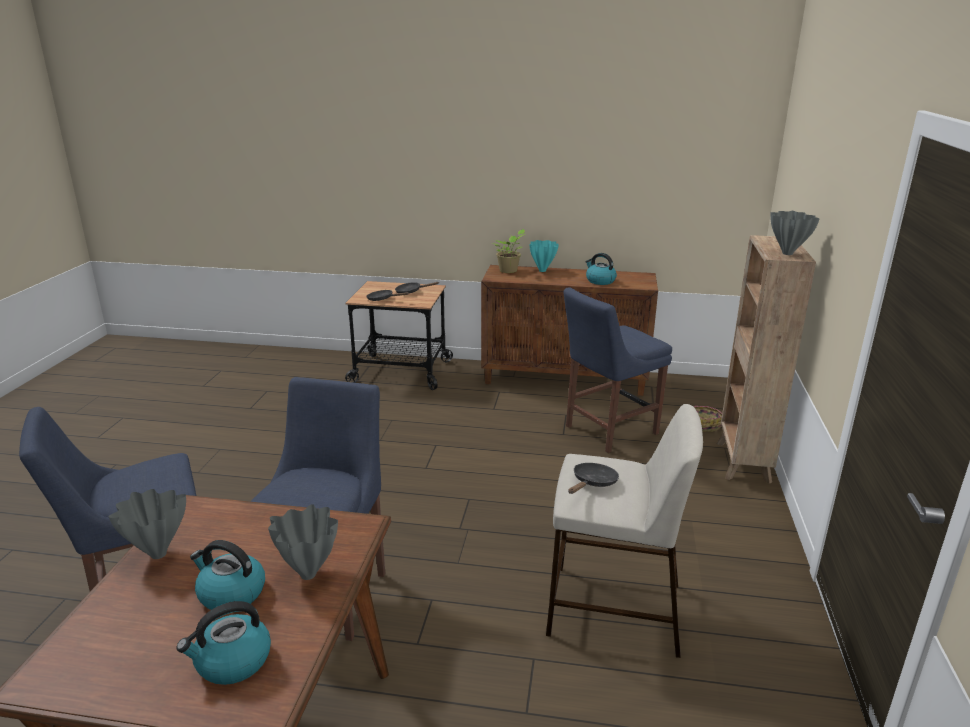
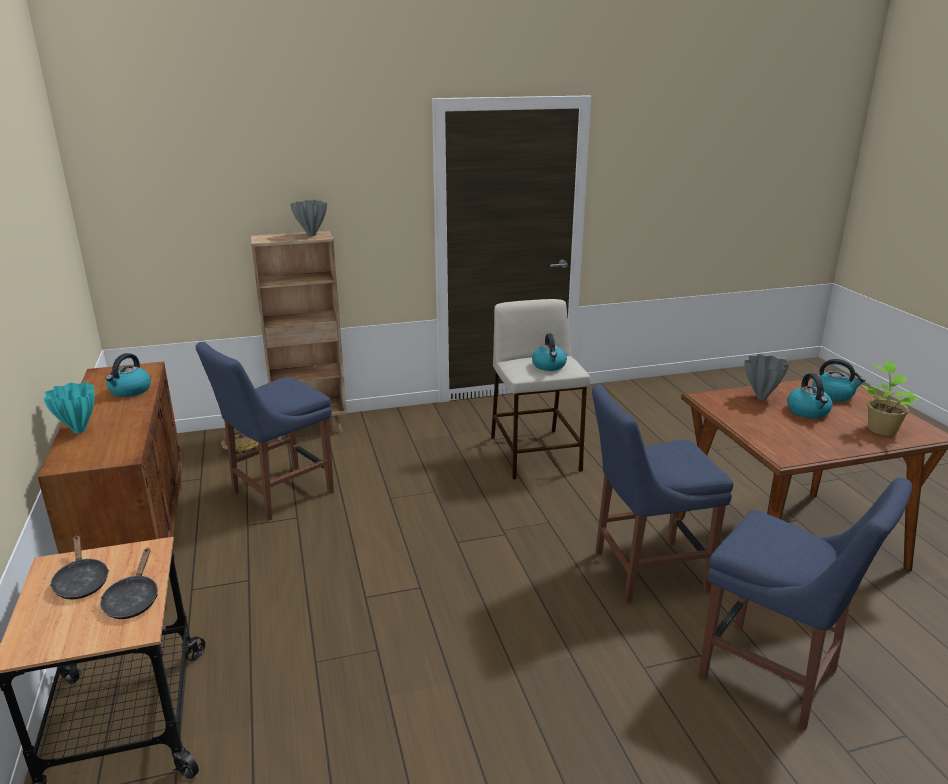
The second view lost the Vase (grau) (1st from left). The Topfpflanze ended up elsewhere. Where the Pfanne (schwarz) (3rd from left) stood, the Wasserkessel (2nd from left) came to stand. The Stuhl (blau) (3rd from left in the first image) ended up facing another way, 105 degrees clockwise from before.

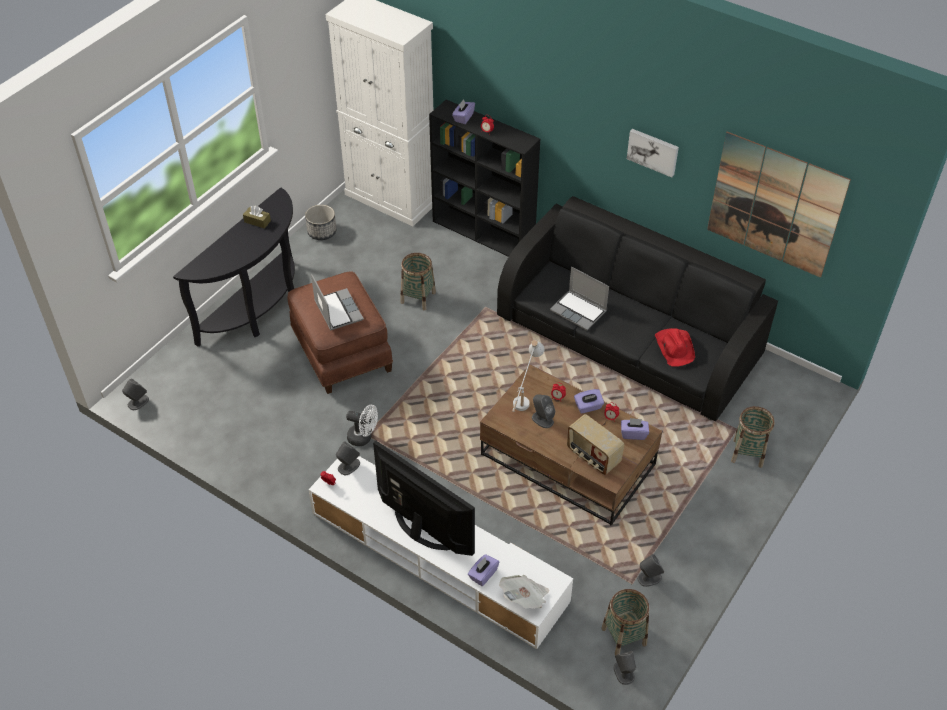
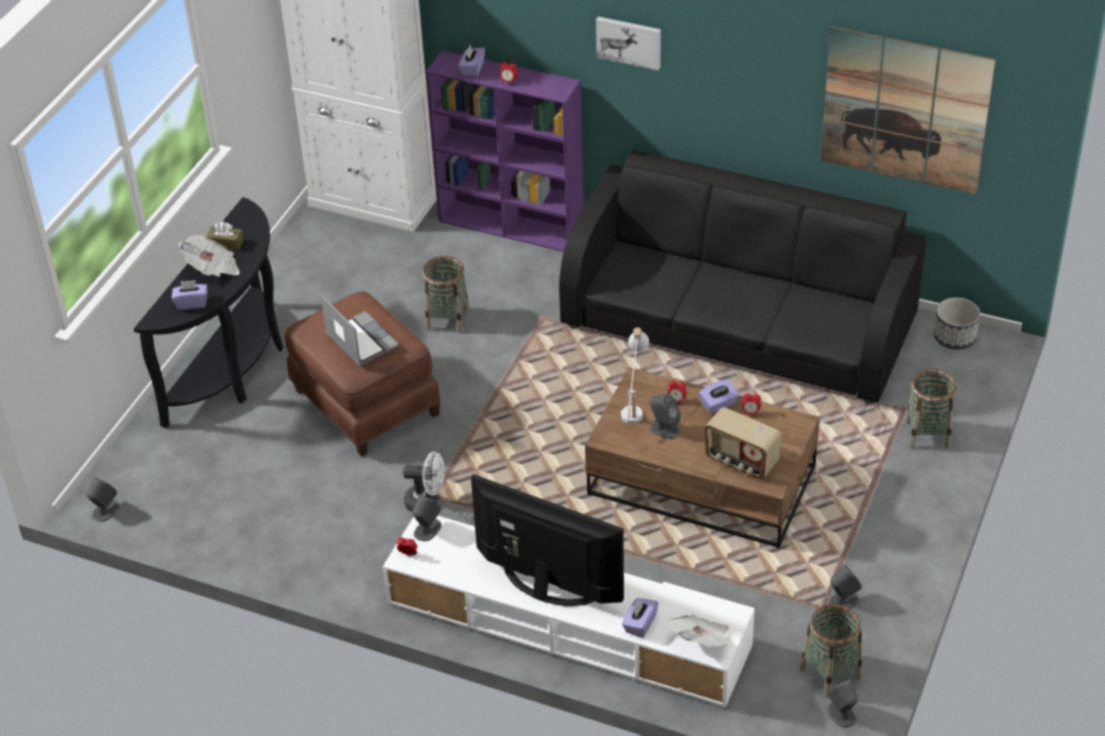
The second view lost the Laptop (2nd from left). The second view lost the Hut (rot). The second view gained the Zeitung (1st from left). The Pflanzkübel ended up elsewhere. The Taschentuchbox (lila) (4th from left in the first image) ended up elsewhere. The Bild (1st from left) ended up elsewhere. What was the Bücherregal (schwarz) turned into the Bücherregal (lila).

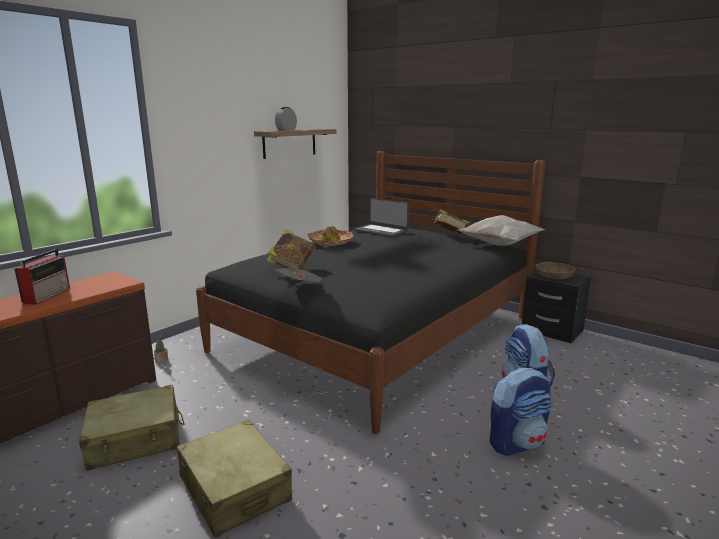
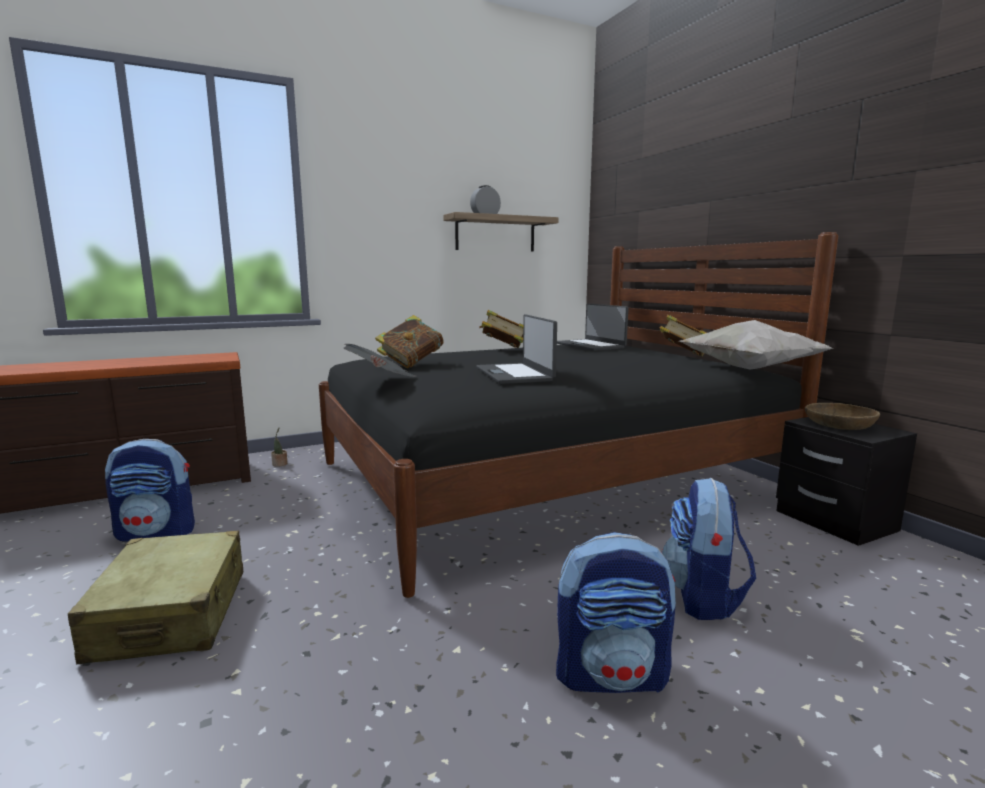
The second view lost the Radio. The second view gained the Laptop (1st from left). Where the Koffer (beige) (1st from left) stood, the Rucksack (1st from left) came to stand. Where the Hut stood, the Buch (2nd from left) came to stand.

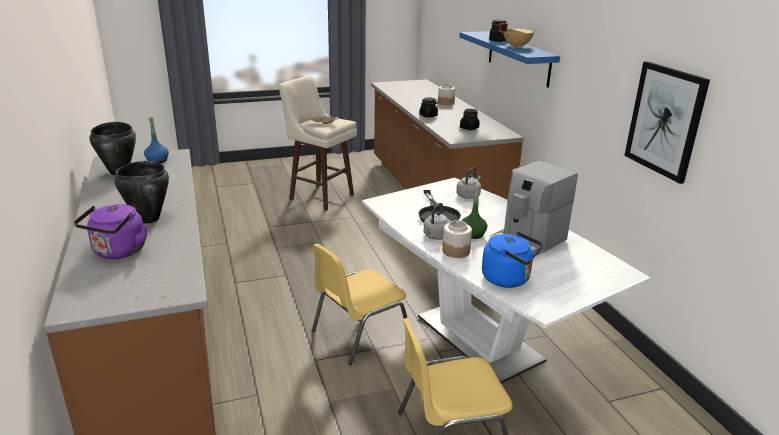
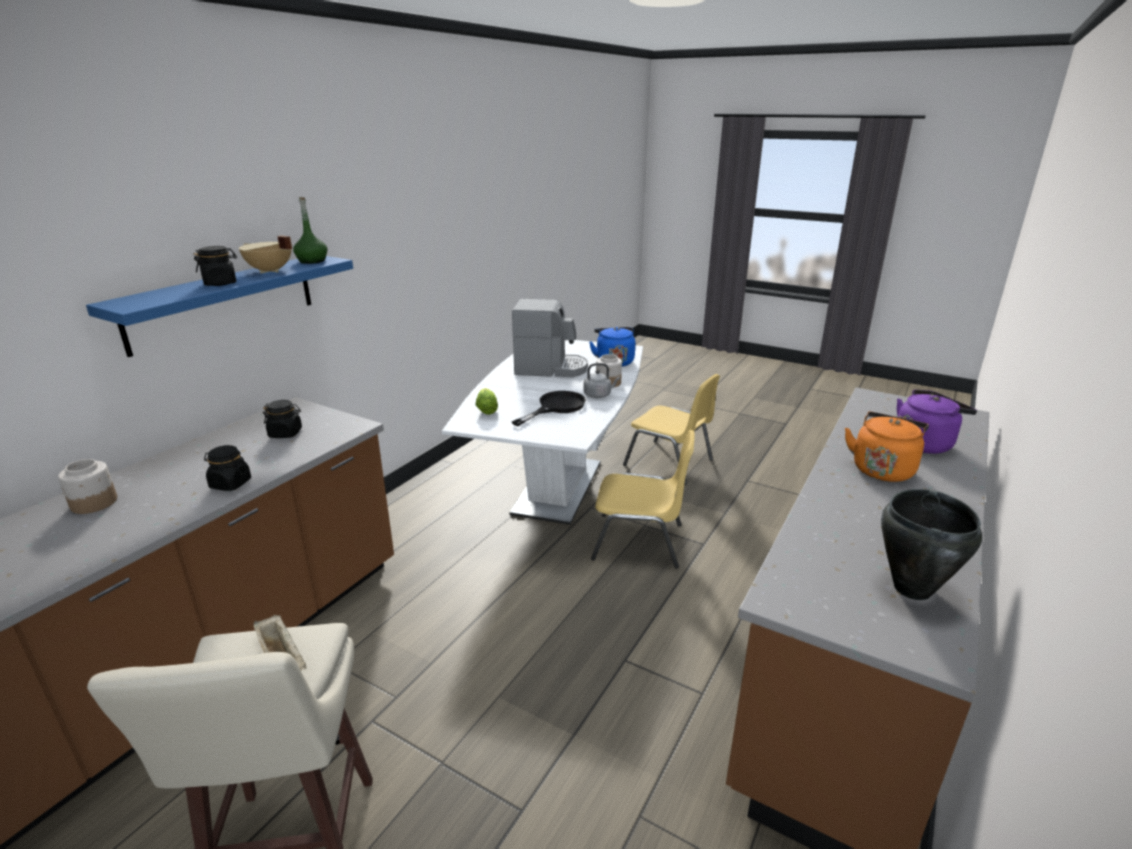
The second view lost the Flasche (blau). The second view lost the Bild. The Flasche (grün) ended up elsewhere. Where the Kochtopf (schwarz) (2nd from left) stood, the Wasserkessel (orange) came to stand. Where the Wasserkessel (grau) (2nd from left) stood, the Salatkopf came to stand.

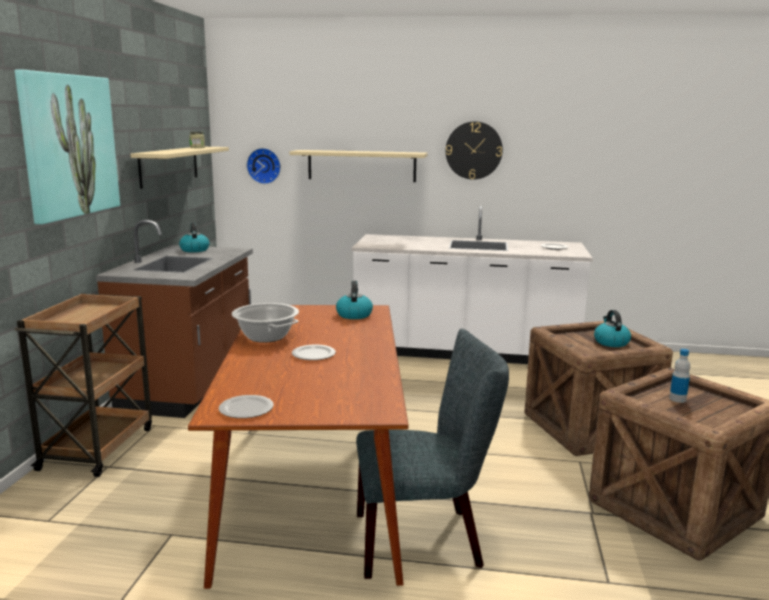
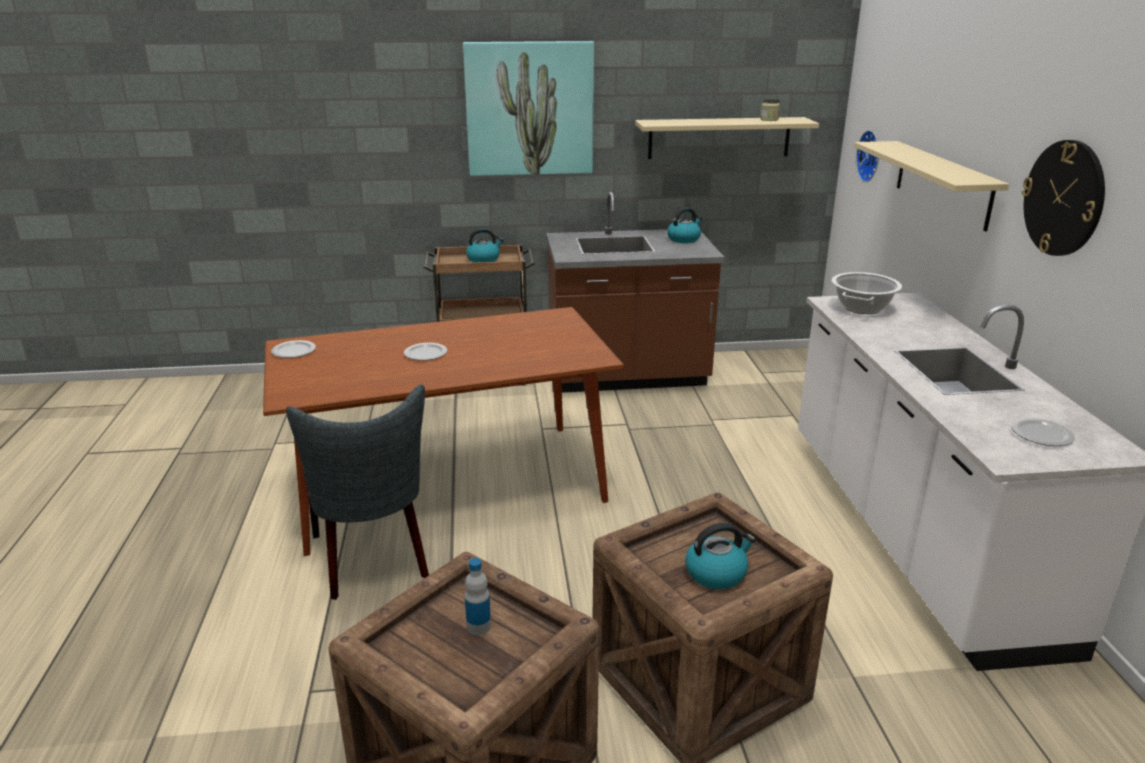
The Kochtopf ended up elsewhere. The Wasserkessel (2nd from left in the first image) ended up elsewhere.

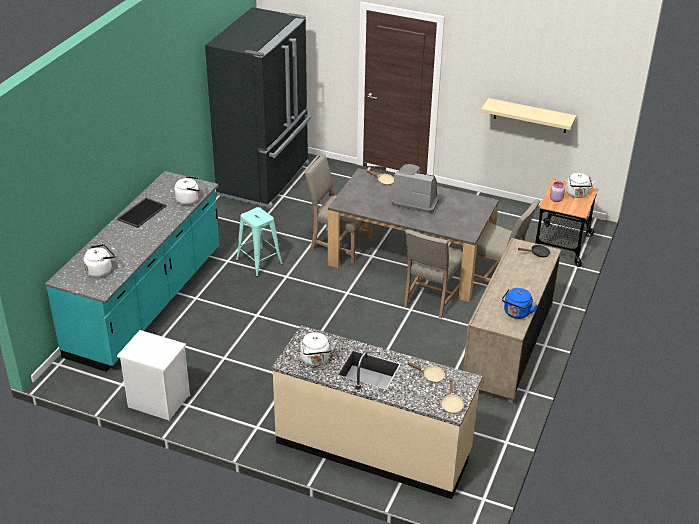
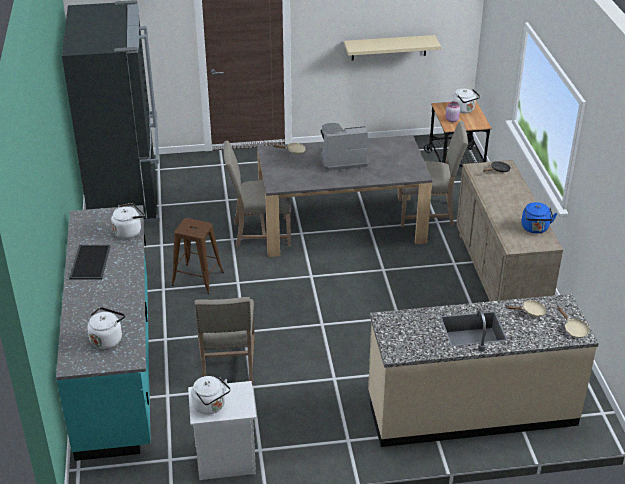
The Wasserkessel (weiß) (3rd from left) ended up elsewhere. The Stuhl (beige) (2nd from left in the first image) ended up elsewhere. What was the Hocker (türkis) turned into the Hocker (braun).

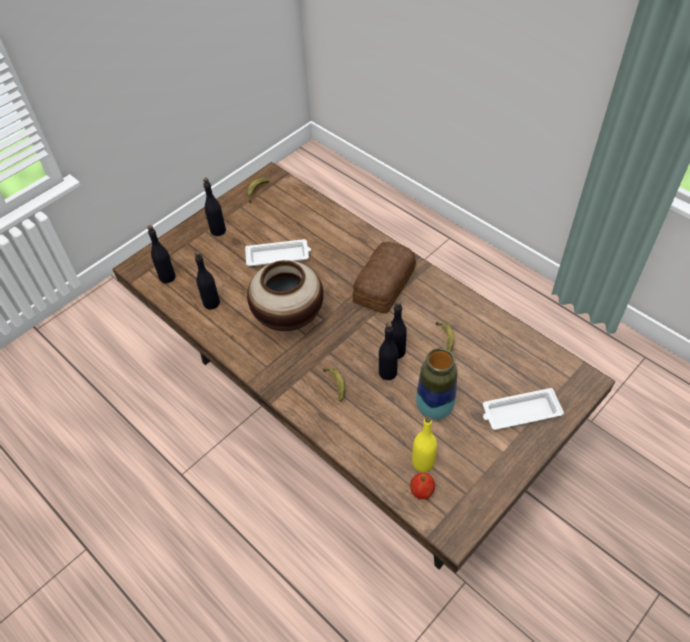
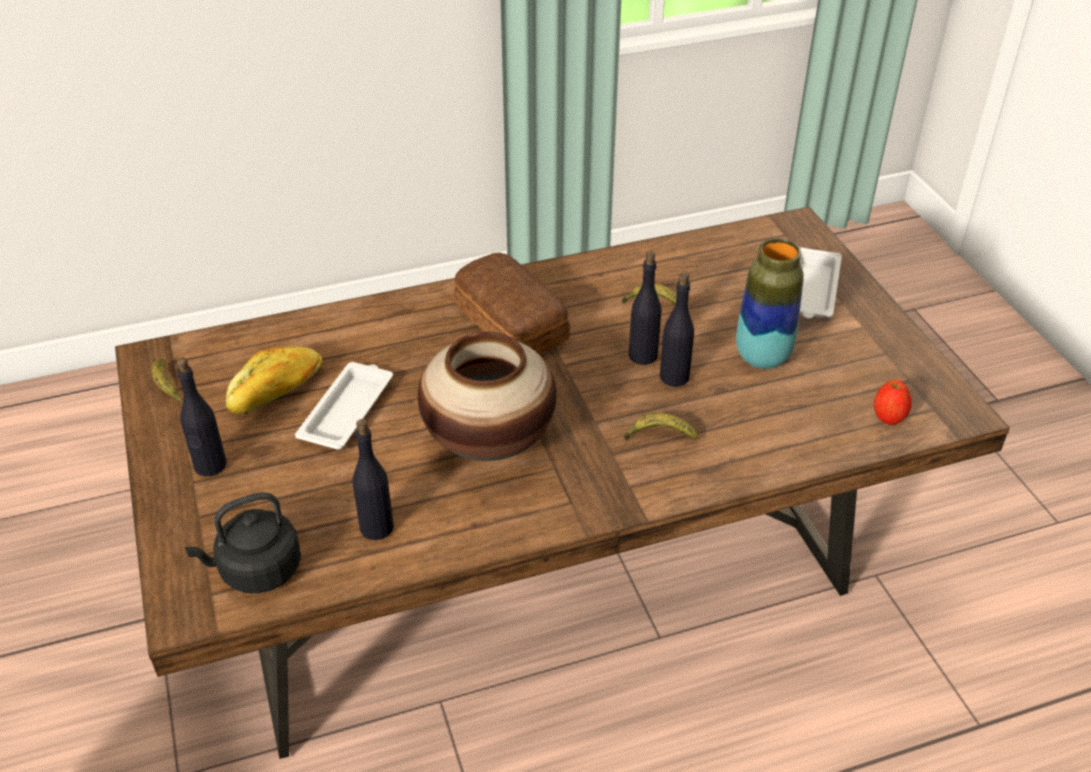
The second view lost the Flasche (gelb). The second view gained the Brot (1st from left). Where the Flasche (schwarz) (1st from left) stood, the Wasserkessel (schwarz) came to stand.

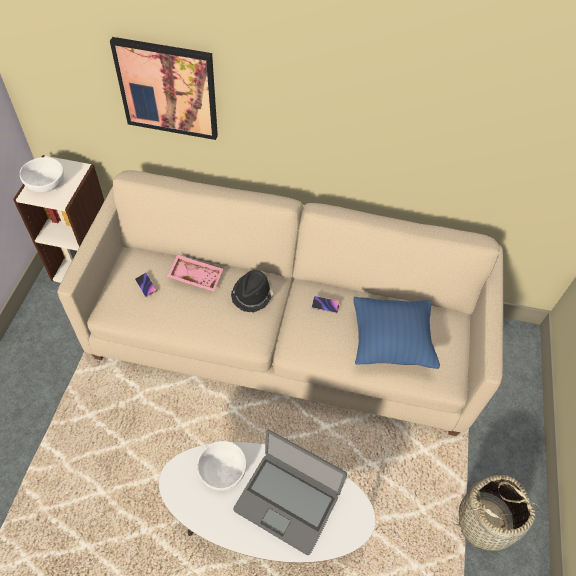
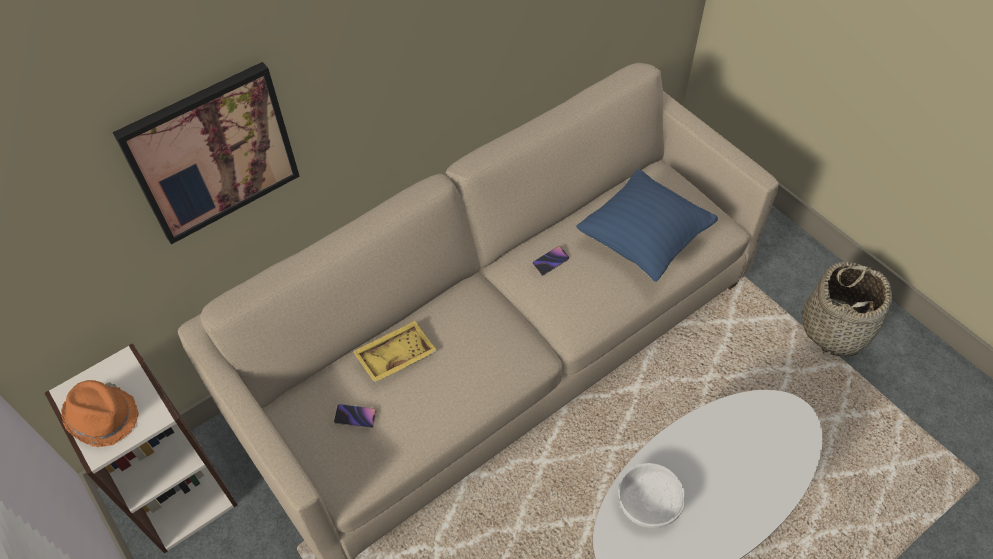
The second view lost the Hut (schwarz). The second view lost the Laptop. Where the Schüssel (weiß) (1st from left) stood, the Hut (orange) came to stand. What was the Tablett (rosa) turned into the Tablett (gelb).

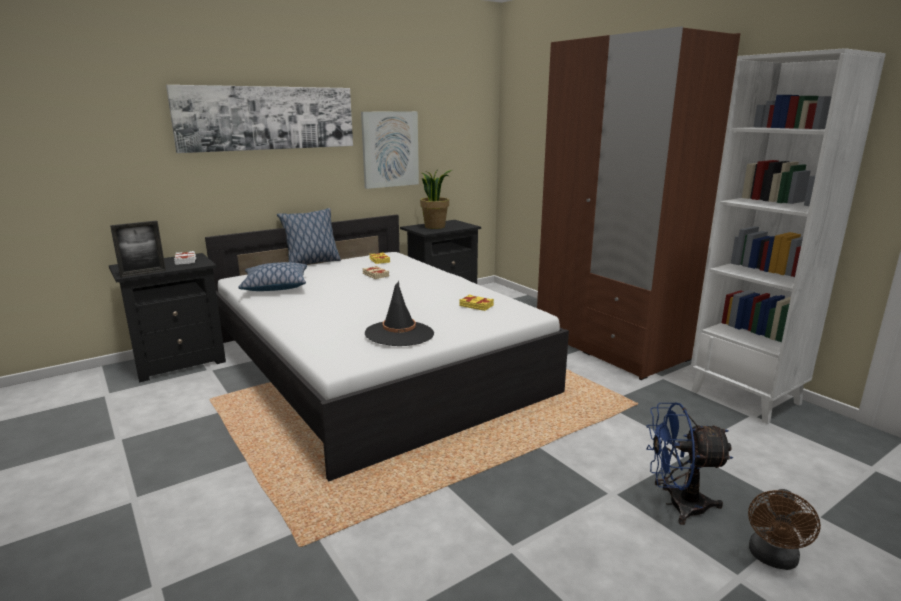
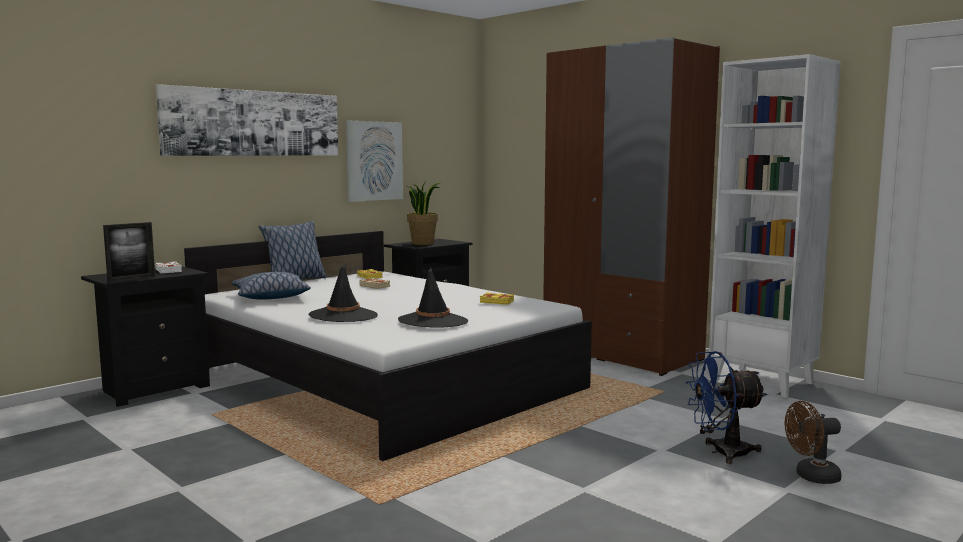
The second view gained the Hut (schwarz) (1st from left). The Ventilator (braun) ended up facing another way, 60 degrees clockwise from before.

